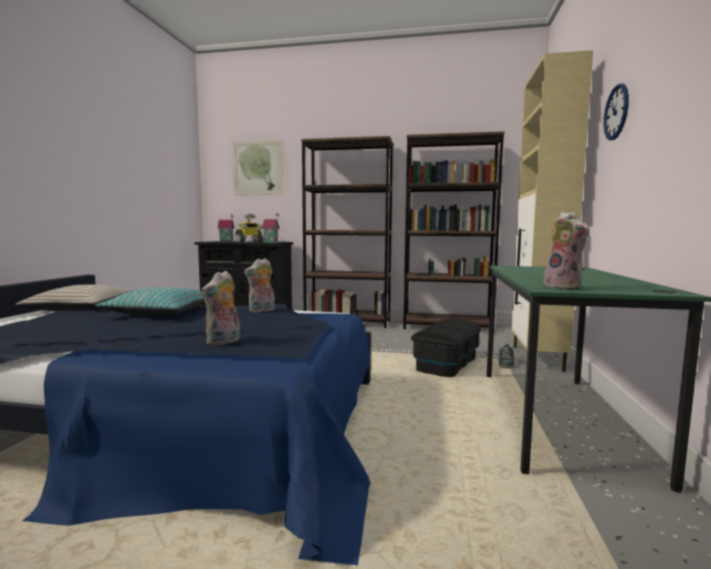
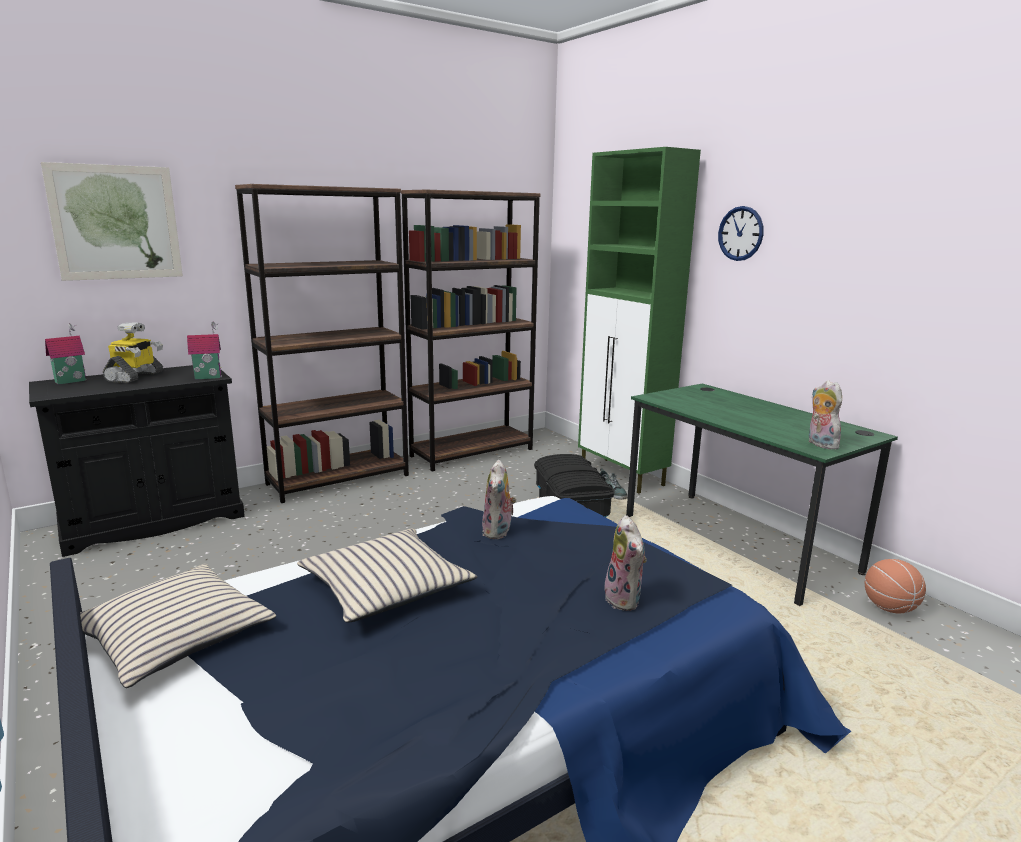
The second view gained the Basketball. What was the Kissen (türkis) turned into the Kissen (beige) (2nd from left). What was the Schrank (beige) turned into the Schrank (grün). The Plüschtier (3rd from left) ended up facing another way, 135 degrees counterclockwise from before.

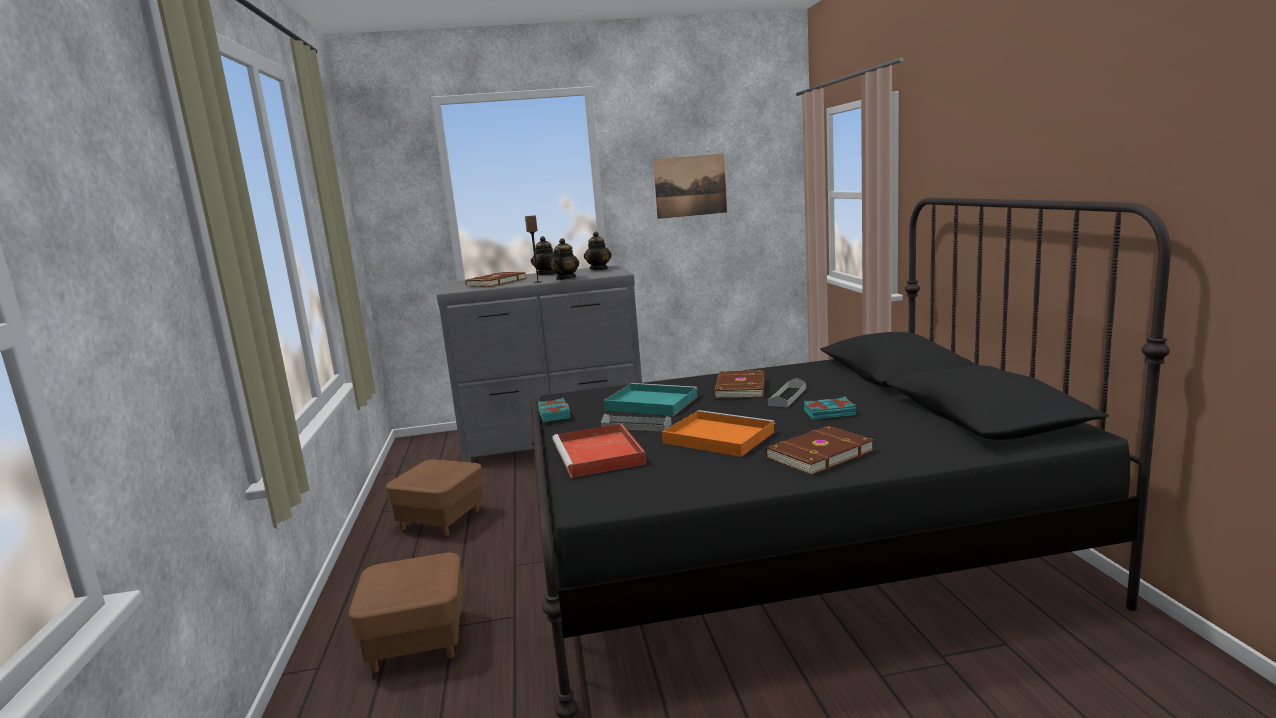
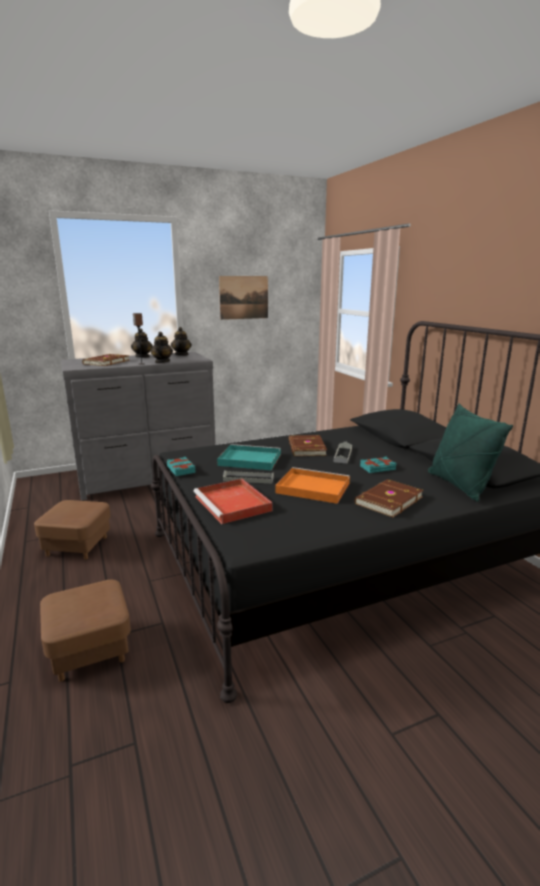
The second view gained the Kissen (grün).

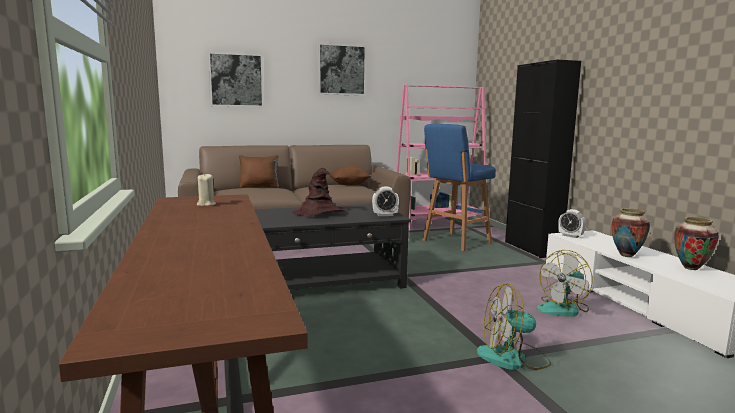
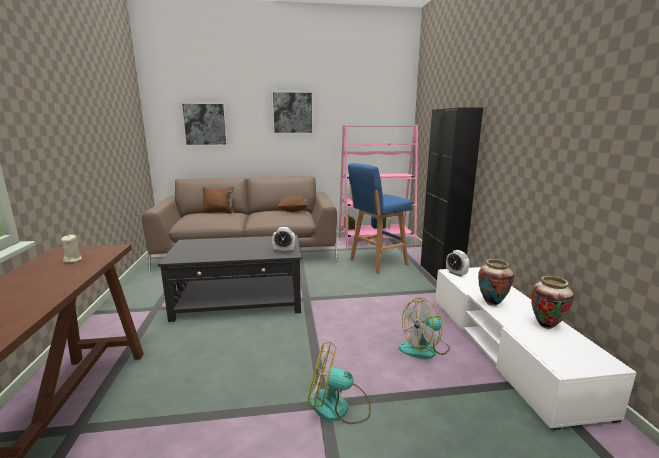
The second view lost the Hut (braun).

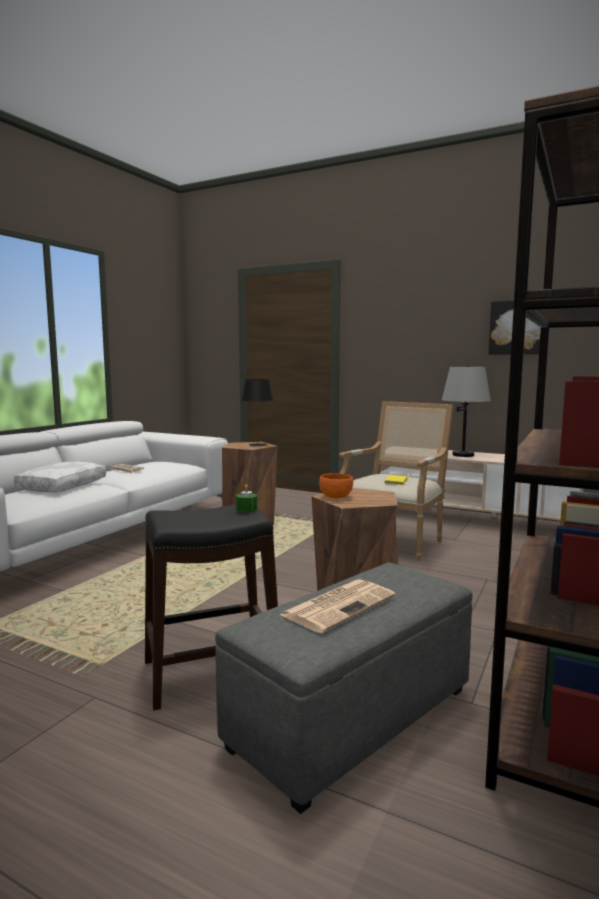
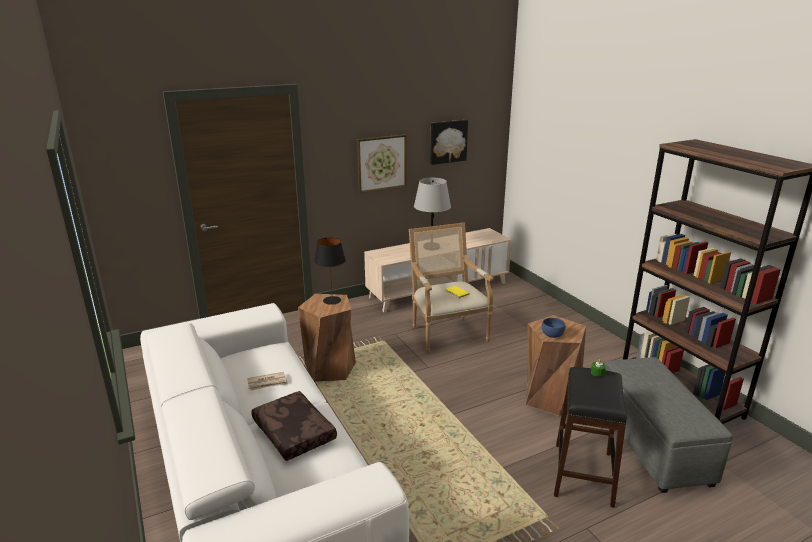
The second view lost the Zeitung (2nd from left). The second view gained the Bild (1st from left). What was the Kissen (weiß) turned into the Kissen (braun). What was the Schüssel (orange) turned into the Schüssel (blau).

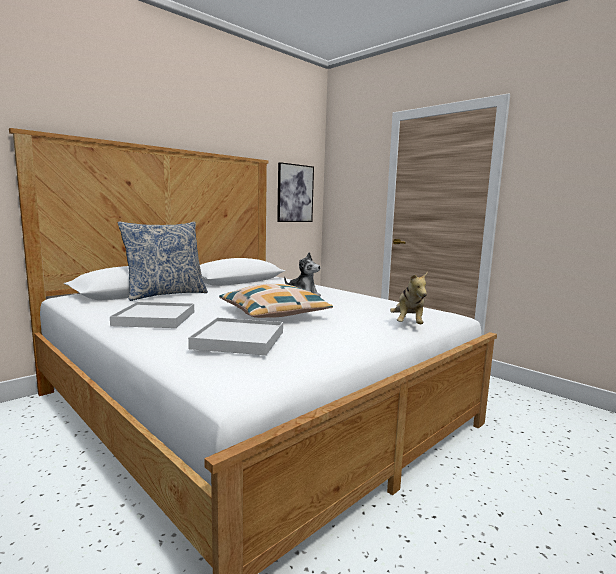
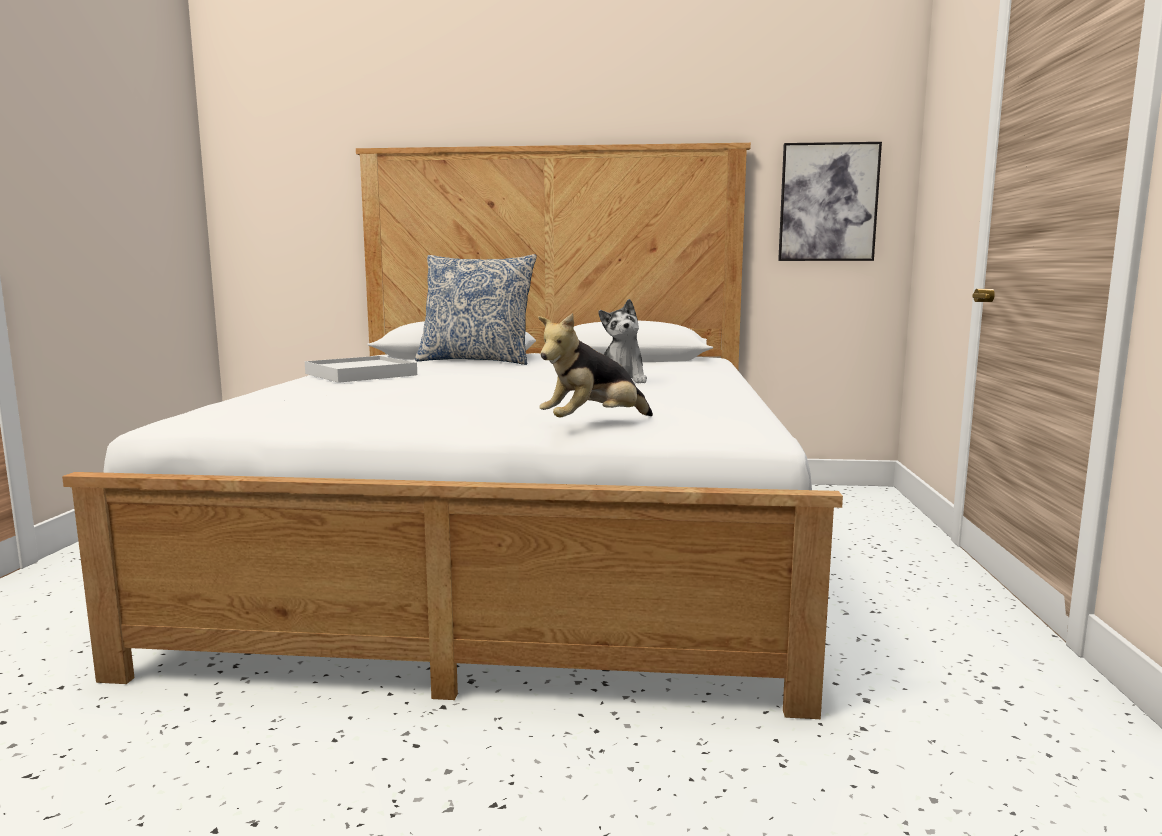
The second view lost the Tablett (weiß) (2nd from left). The second view lost the Kissen (2nd from left).

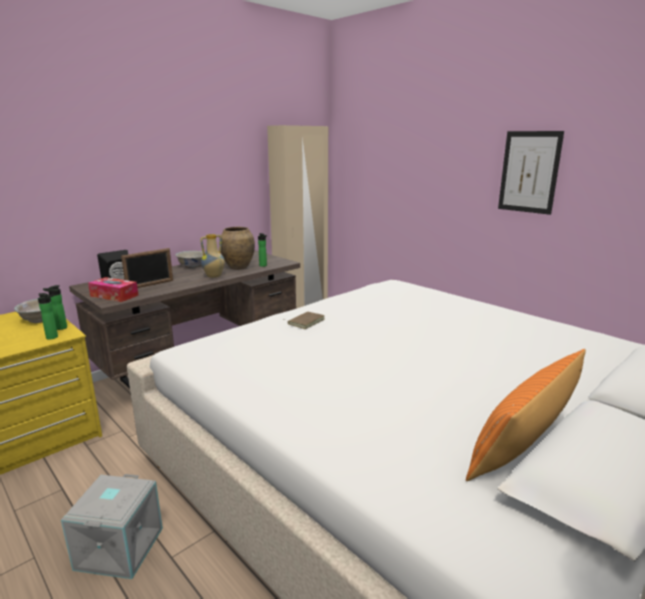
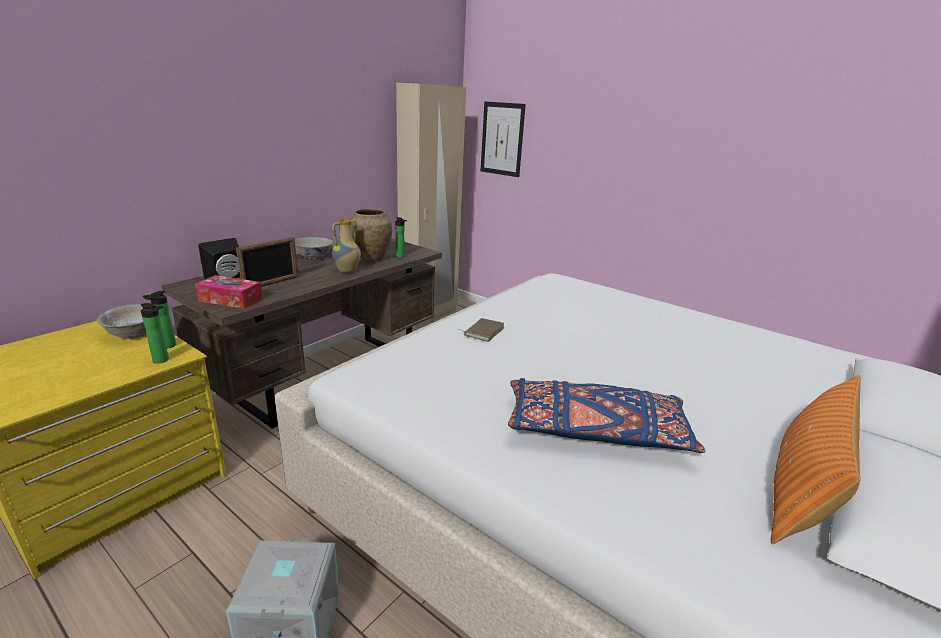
The second view gained the Kissen (blau). The Bild ended up elsewhere.

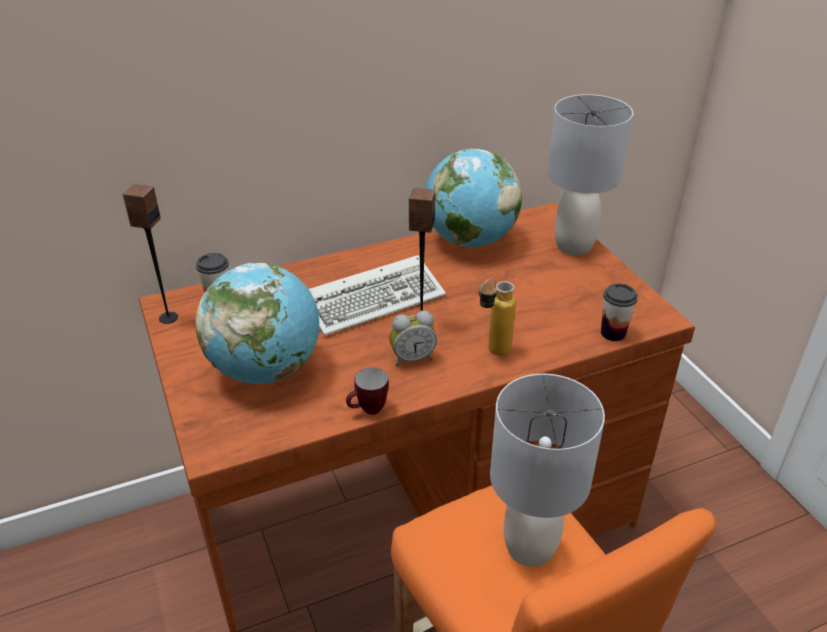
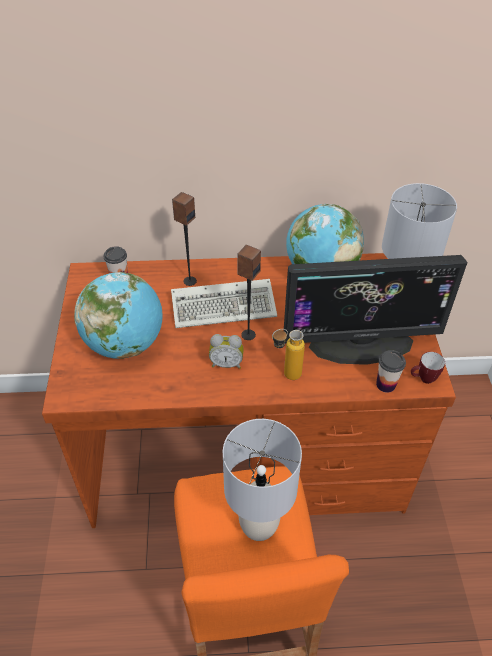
The second view gained the Monitor. The Lautsprecher (1st from left) ended up elsewhere. The Henkelbecher ended up elsewhere.

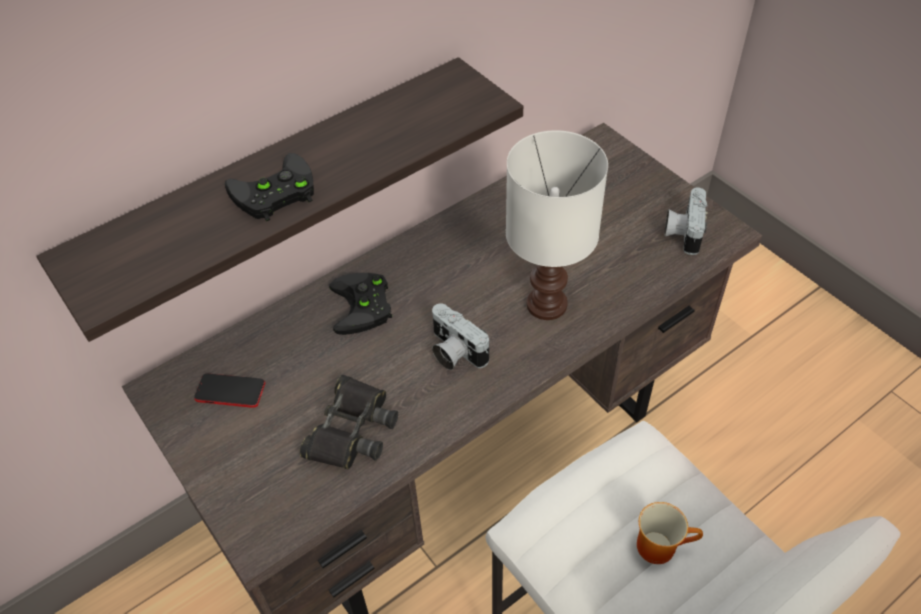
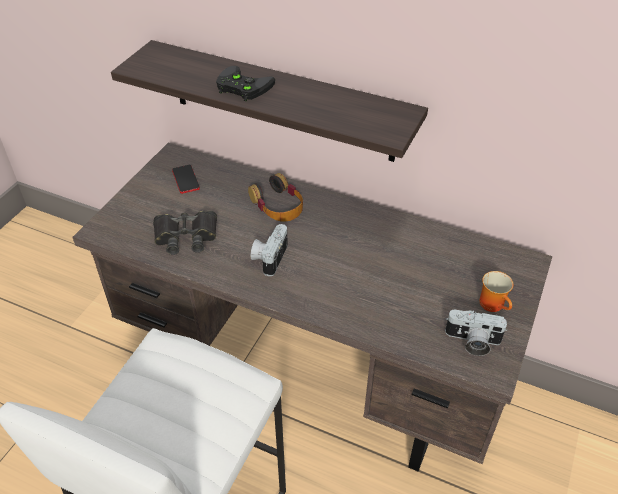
The second view lost the Tischlampe (weiß). The Henkelbecher ended up elsewhere. Where the Gamepad (schwarz) (2nd from left) stood, the Kopfhörer came to stand. The Kamera (2nd from left) ended up facing another way, 150 degrees counterclockwise from before.

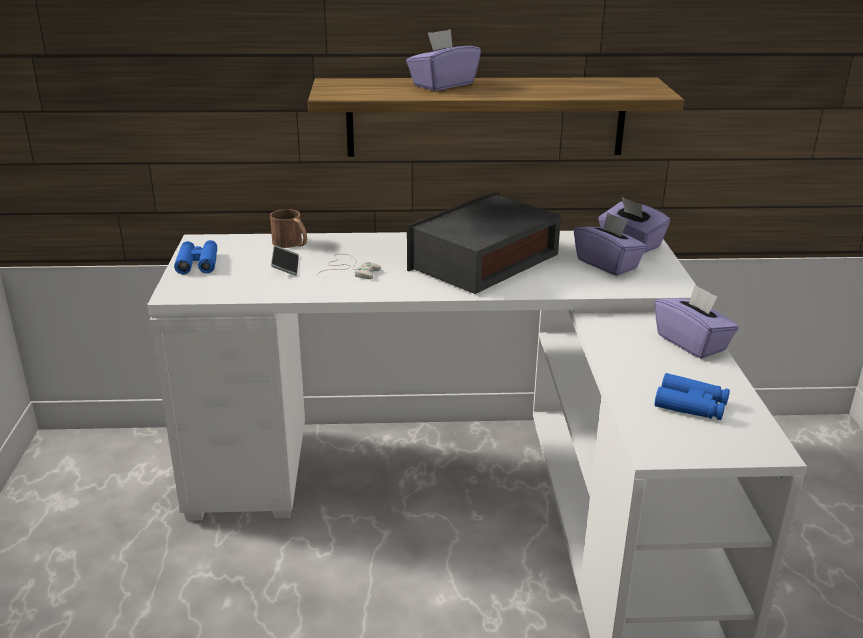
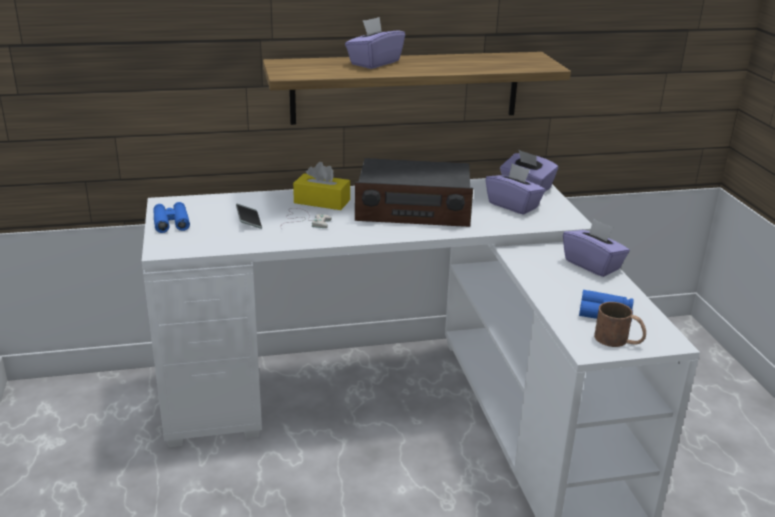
The second view gained the Taschentuchbox (gelb). The Henkelbecher (braun) ended up elsewhere. The Radio ended up facing another way, 120 degrees counterclockwise from before.

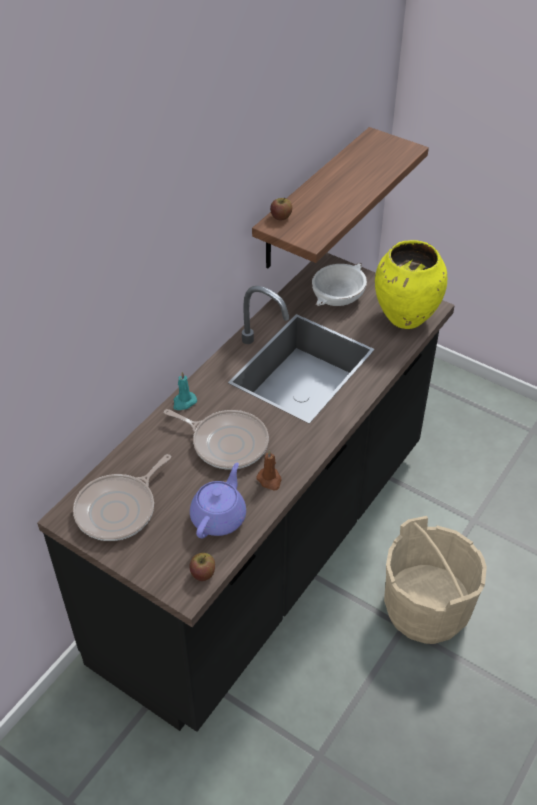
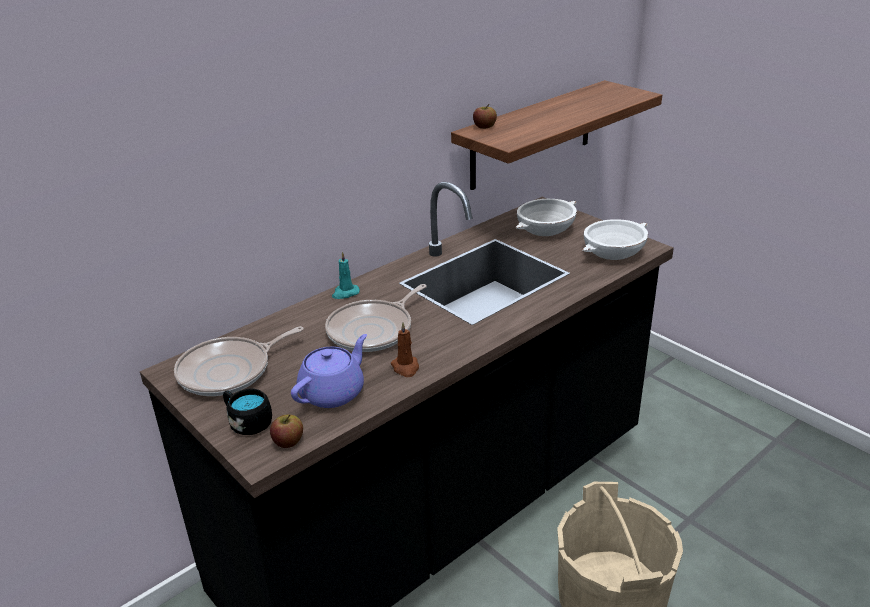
The second view gained the Henkelbecher (schwarz). Where the Vase (gelb) stood, the Schüssel (weiß) (2nd from left) came to stand. The Pfanne (2nd from left) ended up facing another way, 90 degrees clockwise from before.

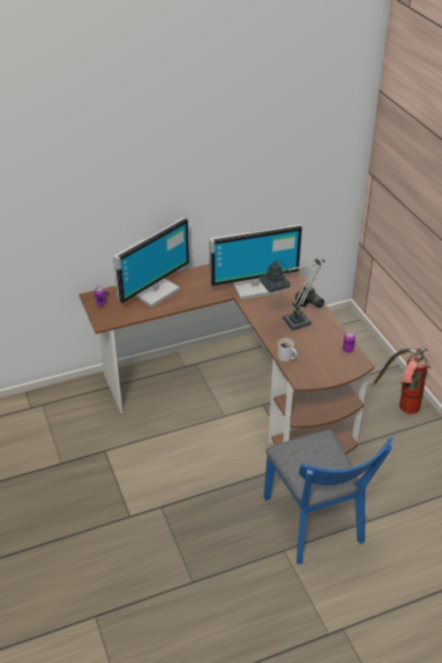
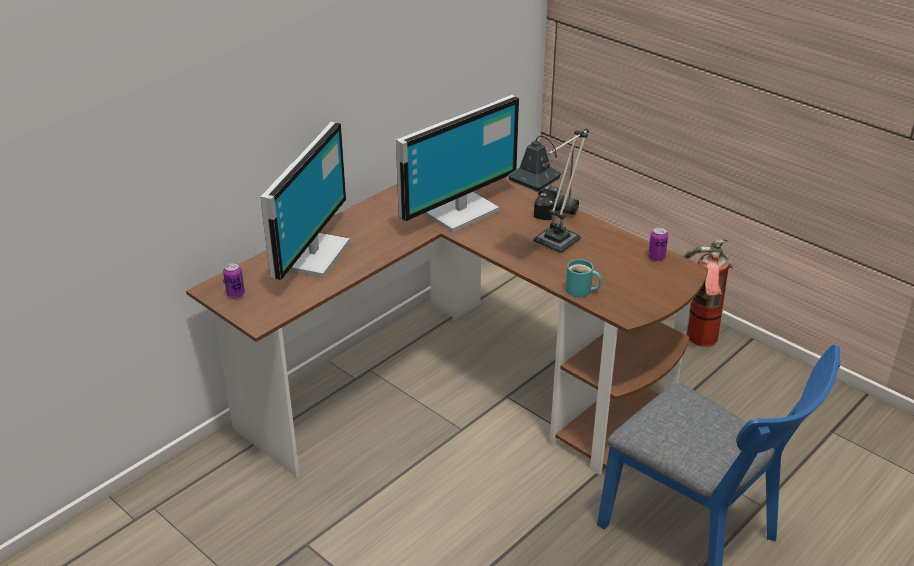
What was the Henkelbecher (weiß) turned into the Henkelbecher (türkis).

